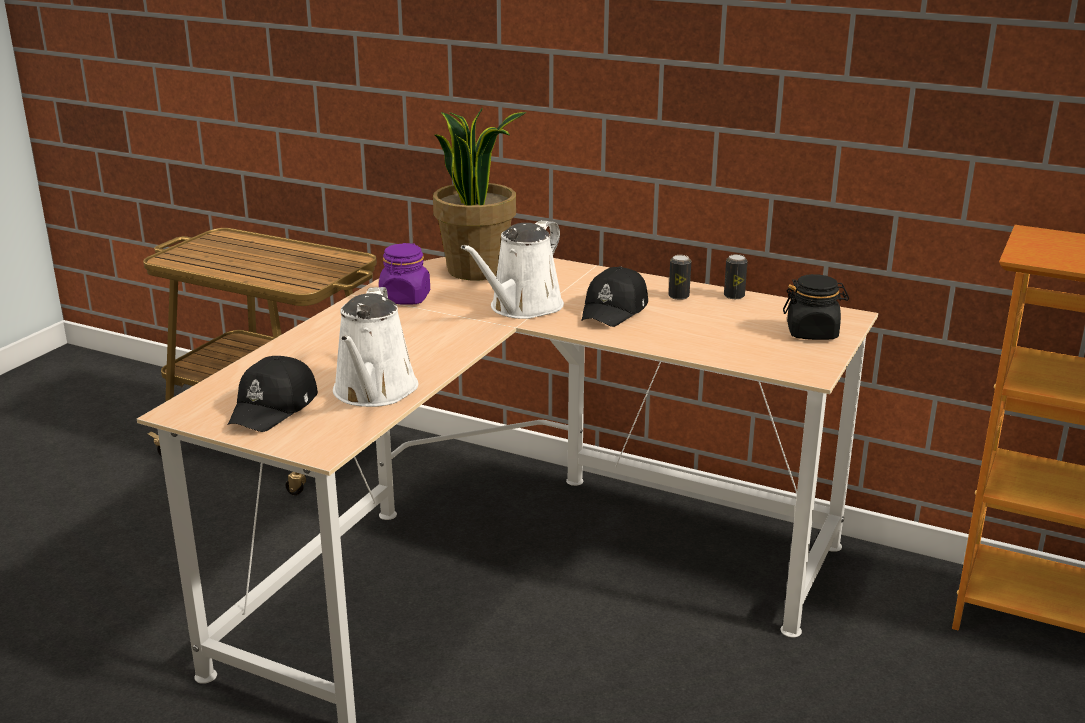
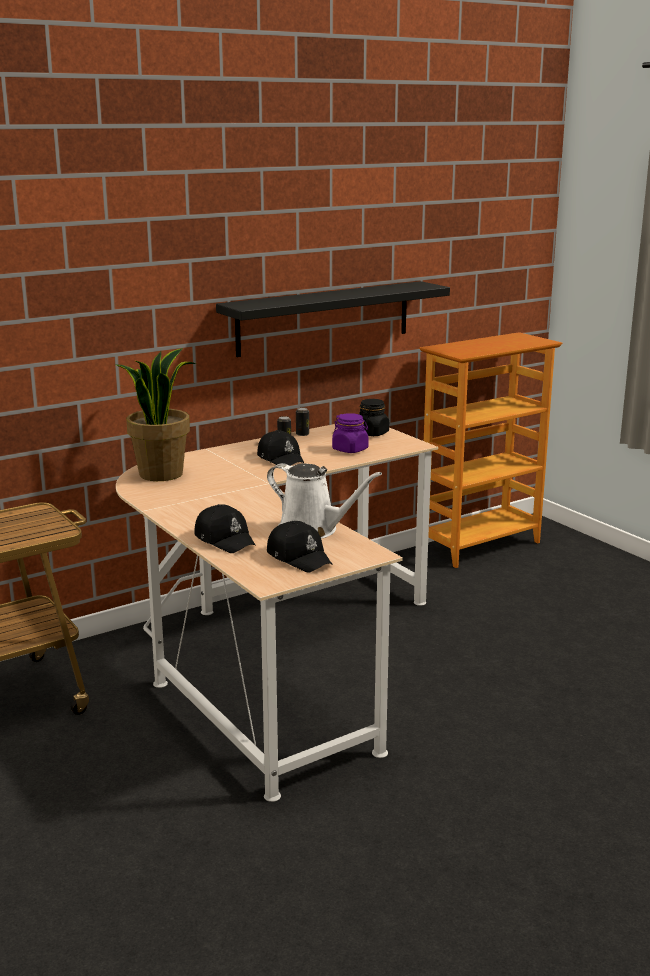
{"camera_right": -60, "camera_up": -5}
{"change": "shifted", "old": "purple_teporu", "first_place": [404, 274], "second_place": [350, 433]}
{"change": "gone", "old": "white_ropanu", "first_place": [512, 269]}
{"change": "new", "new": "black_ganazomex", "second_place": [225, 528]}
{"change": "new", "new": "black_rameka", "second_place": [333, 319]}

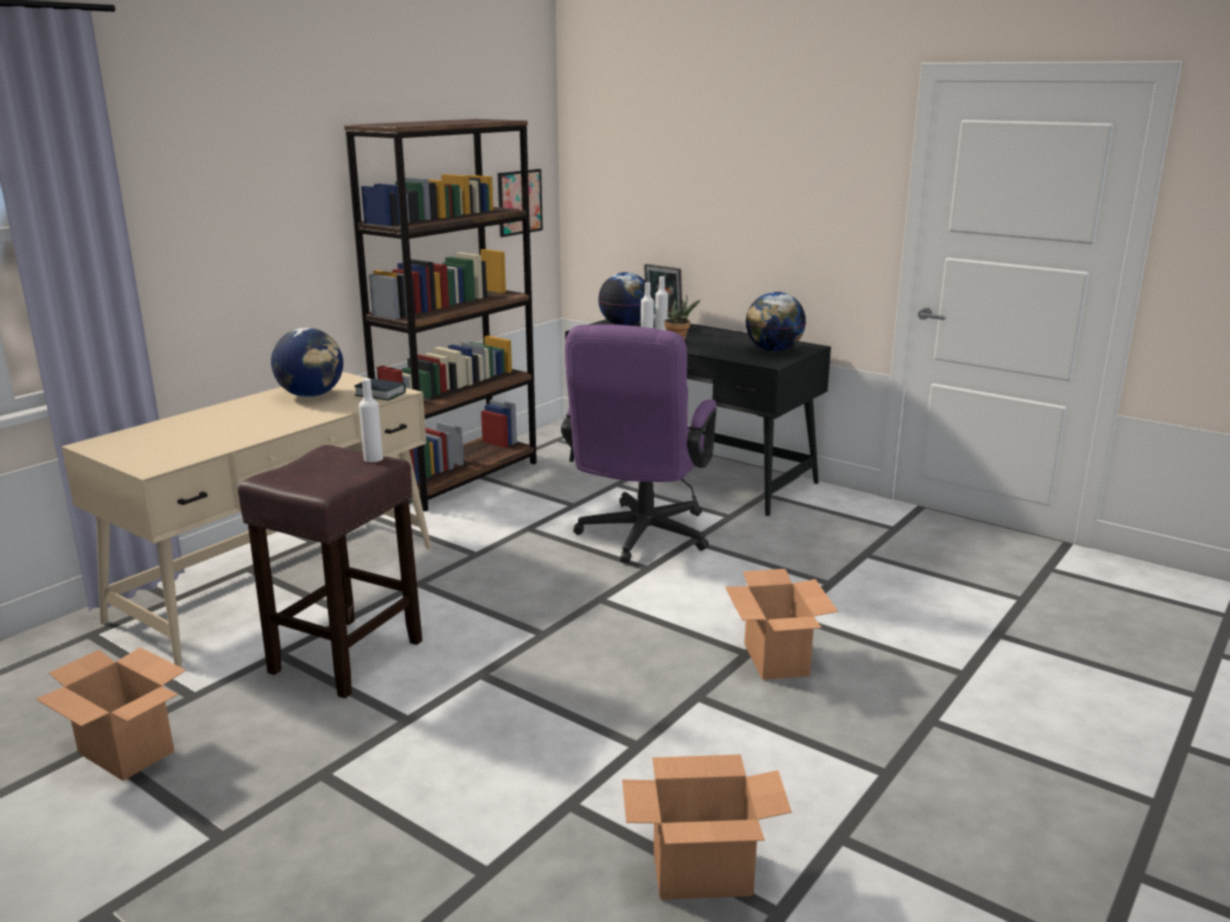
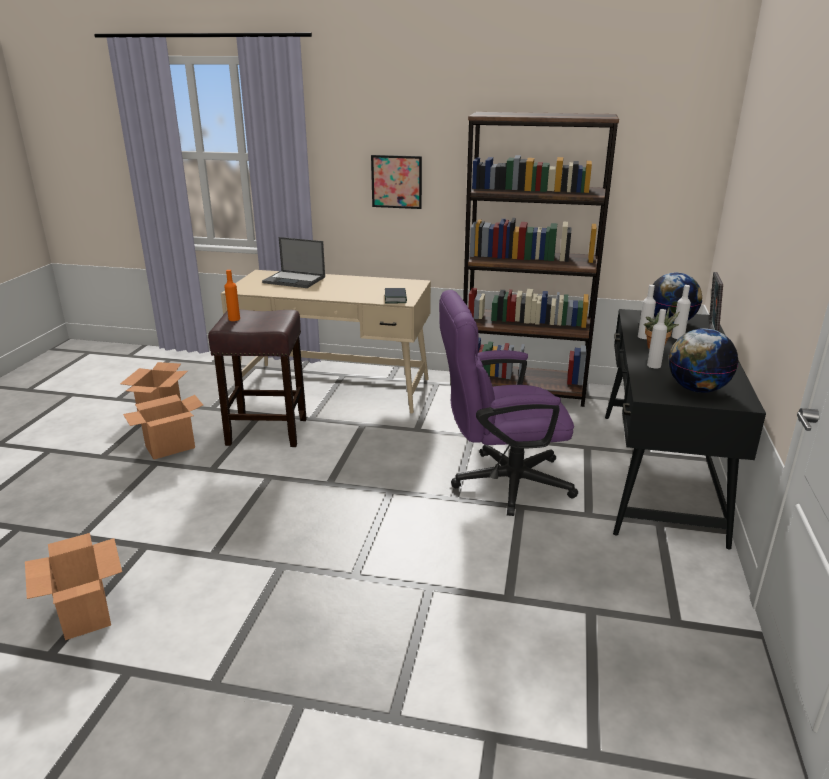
{"camera_right": 65, "camera_up": 5}
{"change": "gone", "old": "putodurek", "first_place": [307, 362]}
{"change": "shifted", "old": "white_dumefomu", "first_place": [371, 420], "second_place": [657, 339]}
{"change": "shifted", "old": "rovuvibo", "first_place": [520, 203], "second_place": [396, 182]}
{"change": "shifted", "old": "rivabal", "first_place": [781, 624], "second_place": [163, 426]}
{"change": "new", "new": "orange_dumefomu", "second_place": [232, 295]}
{"change": "new", "new": "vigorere", "second_place": [293, 262]}

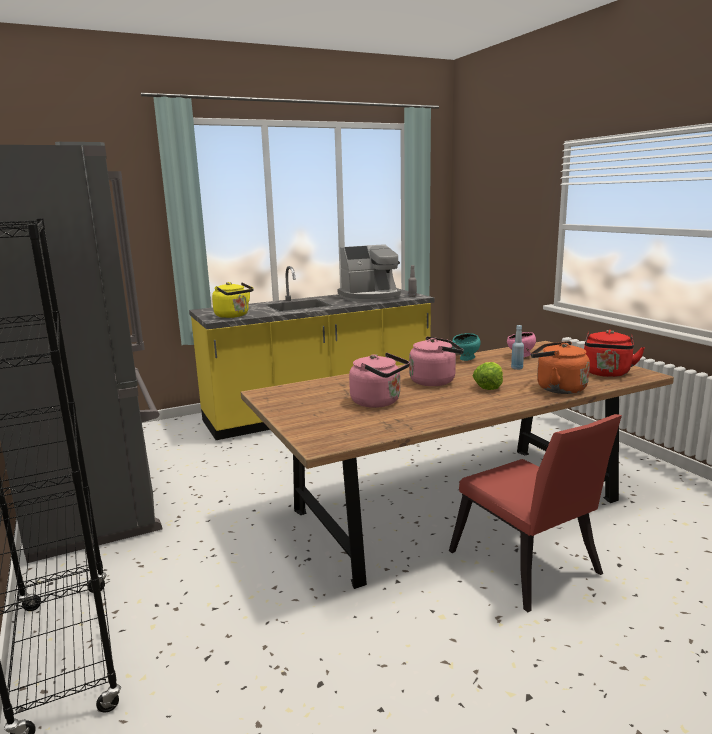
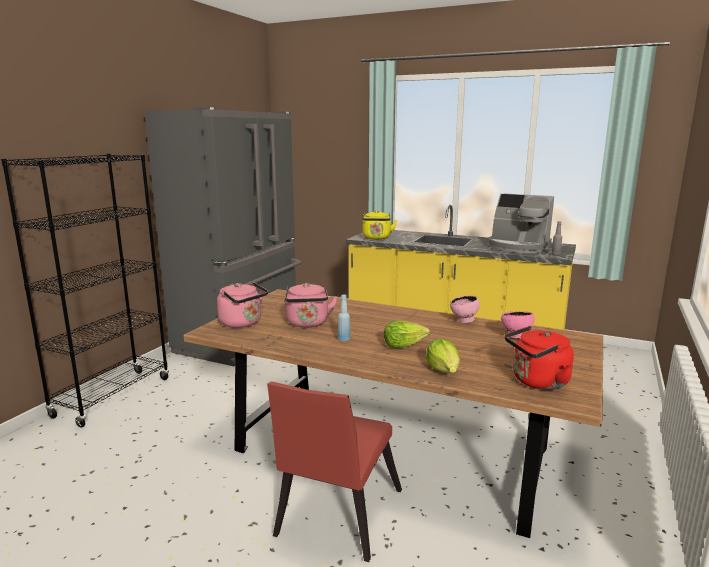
{"camera_right": 50, "camera_up": 0}
{"change": "shifted", "old": "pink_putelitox", "first_place": [436, 361], "second_place": [242, 305]}
{"change": "repainted", "old": "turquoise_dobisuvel", "new": "pink_dobisuvel", "first_place": [466, 347], "second_place": [465, 309]}
{"change": "shifted", "old": "blue_dumefomu", "first_place": [517, 347], "second_place": [344, 318]}
{"change": "swapped", "old": "orange_putelitox", "new": "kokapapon", "first_place": [560, 367], "second_place": [443, 355]}

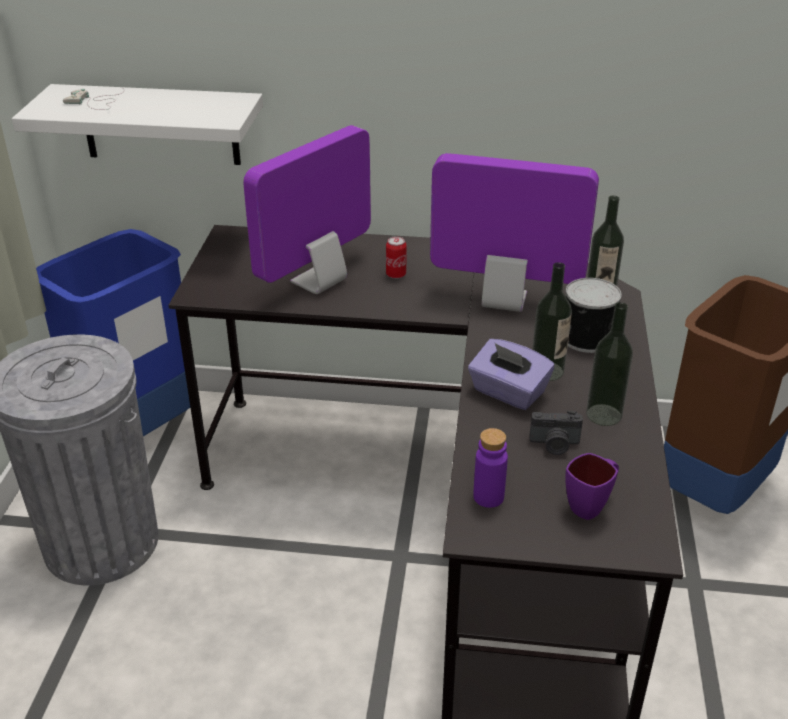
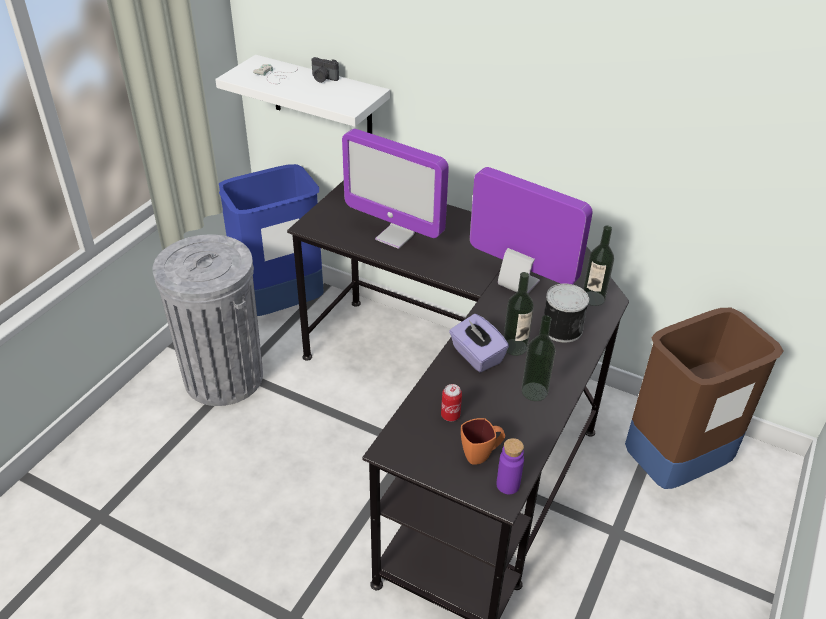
{"camera_right": 20, "camera_up": 5}
{"change": "rotated", "old": "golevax", "first_place": [307, 209], "second_place": [395, 189], "degrees": -120}
{"change": "shifted", "old": "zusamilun", "first_place": [396, 257], "second_place": [451, 402]}
{"change": "shifted", "old": "purple_dumefomu", "first_place": [490, 468], "second_place": [510, 466]}
{"change": "shifted", "old": "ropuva", "first_place": [556, 433], "second_place": [325, 70]}
{"change": "repainted", "old": "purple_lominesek", "new": "orange_lominesek", "first_place": [592, 486], "second_place": [483, 441]}

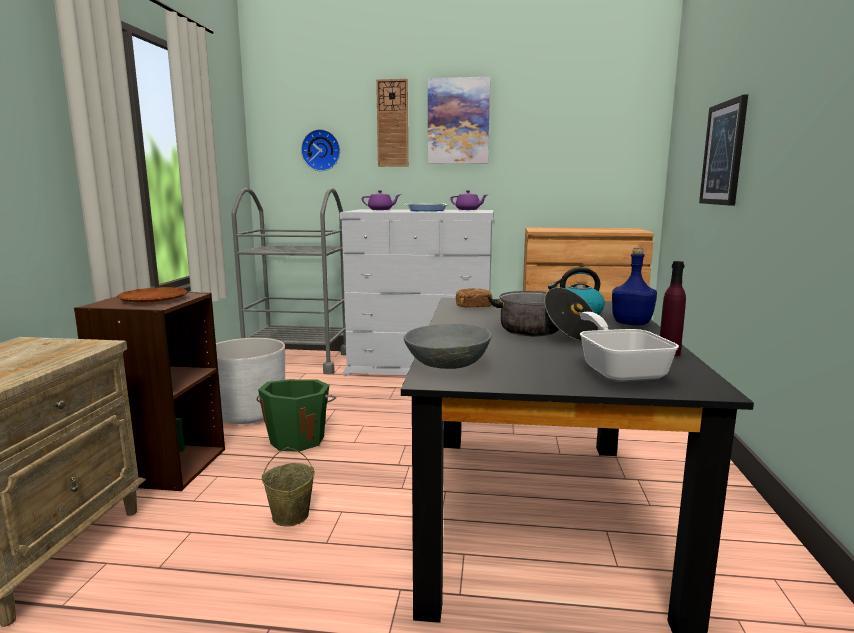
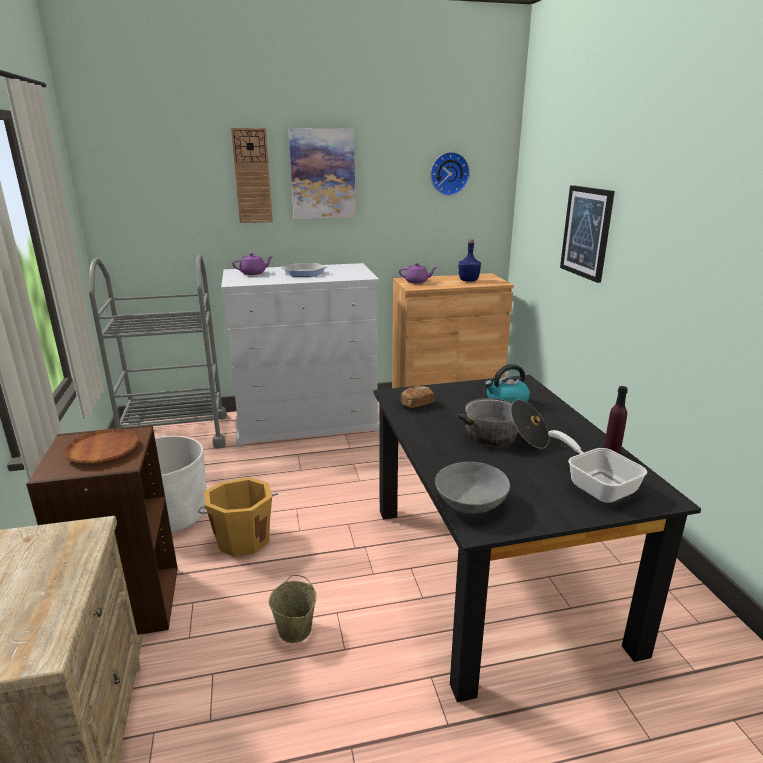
{"camera_right": -20, "camera_up": 10}
{"change": "repainted", "old": "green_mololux", "new": "orange_mololux", "first_place": [296, 415], "second_place": [238, 517]}
{"change": "shifted", "old": "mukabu", "first_place": [320, 150], "second_place": [450, 174]}
{"change": "shifted", "old": "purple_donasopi", "first_place": [468, 200], "second_place": [418, 273]}
{"change": "shifted", "old": "blue_dumefomu", "first_place": [634, 286], "second_place": [470, 260]}

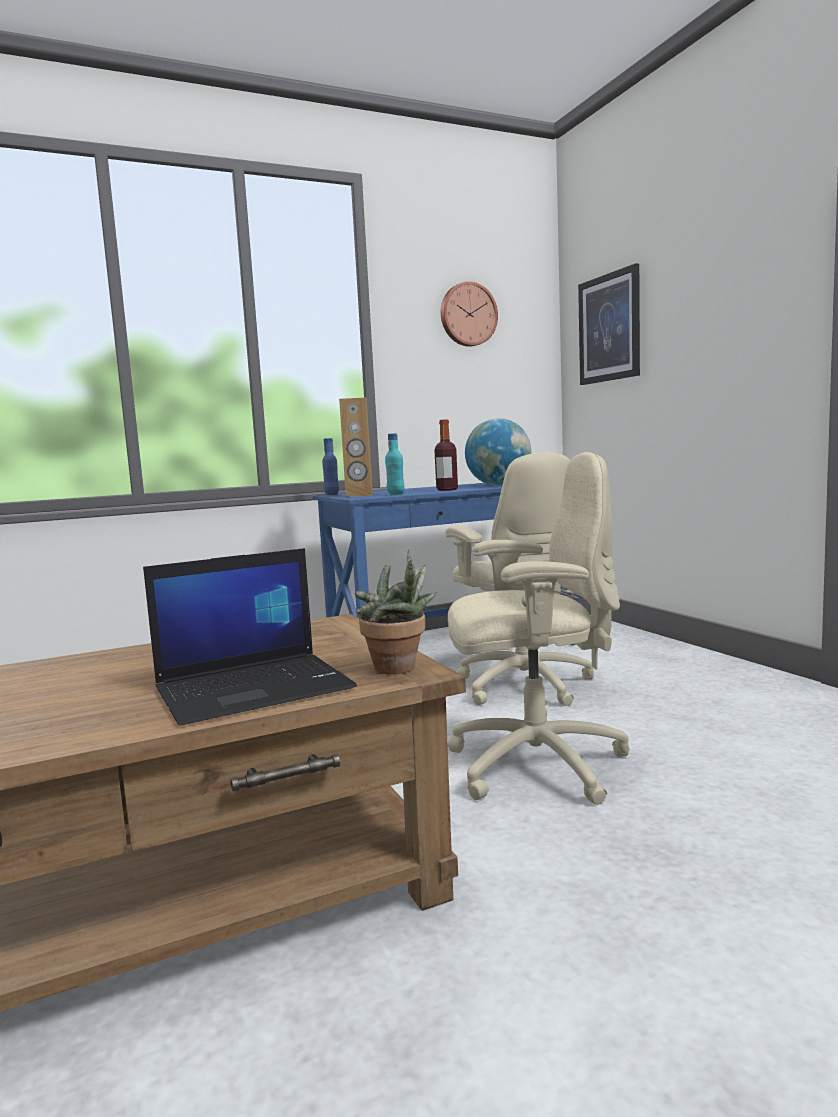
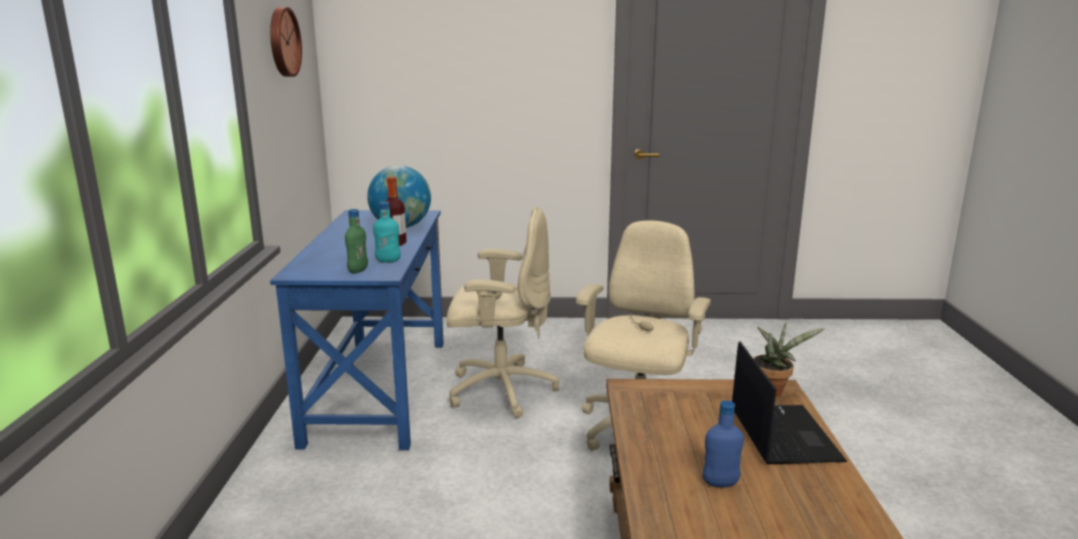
{"camera_right": -65, "camera_up": 10}
{"change": "shifted", "old": "blue_dumefomu", "first_place": [330, 466], "second_place": [723, 443]}
{"change": "swapped", "old": "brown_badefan", "new": "green_dumefomu", "first_place": [356, 447], "second_place": [356, 241]}
{"change": "gone", "old": "rovuvibo", "first_place": [609, 324]}

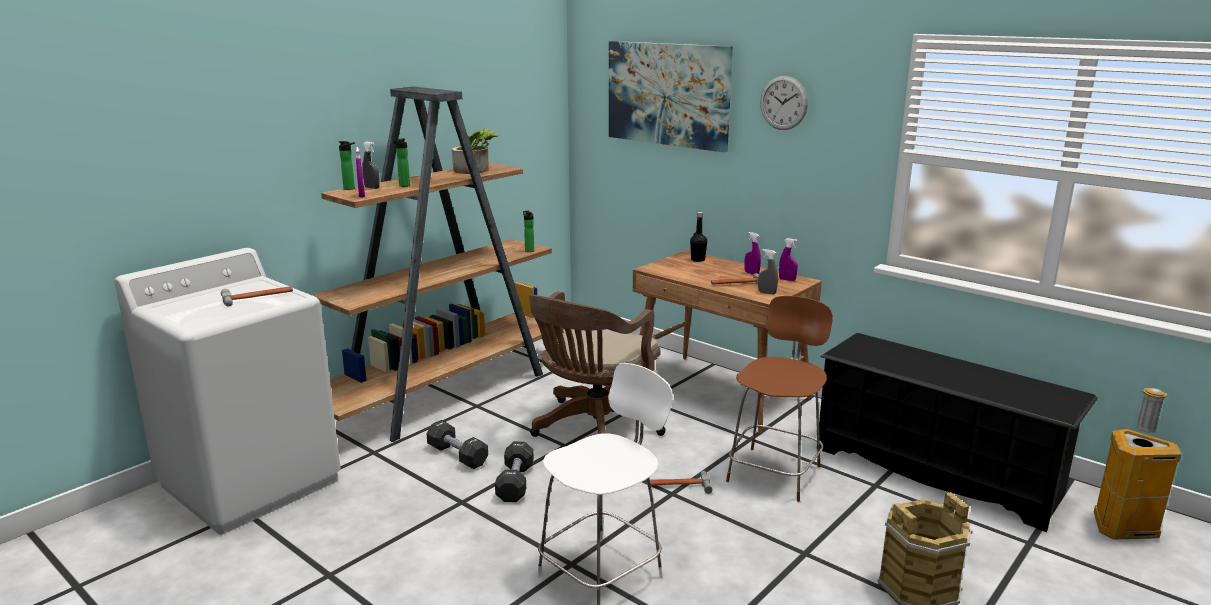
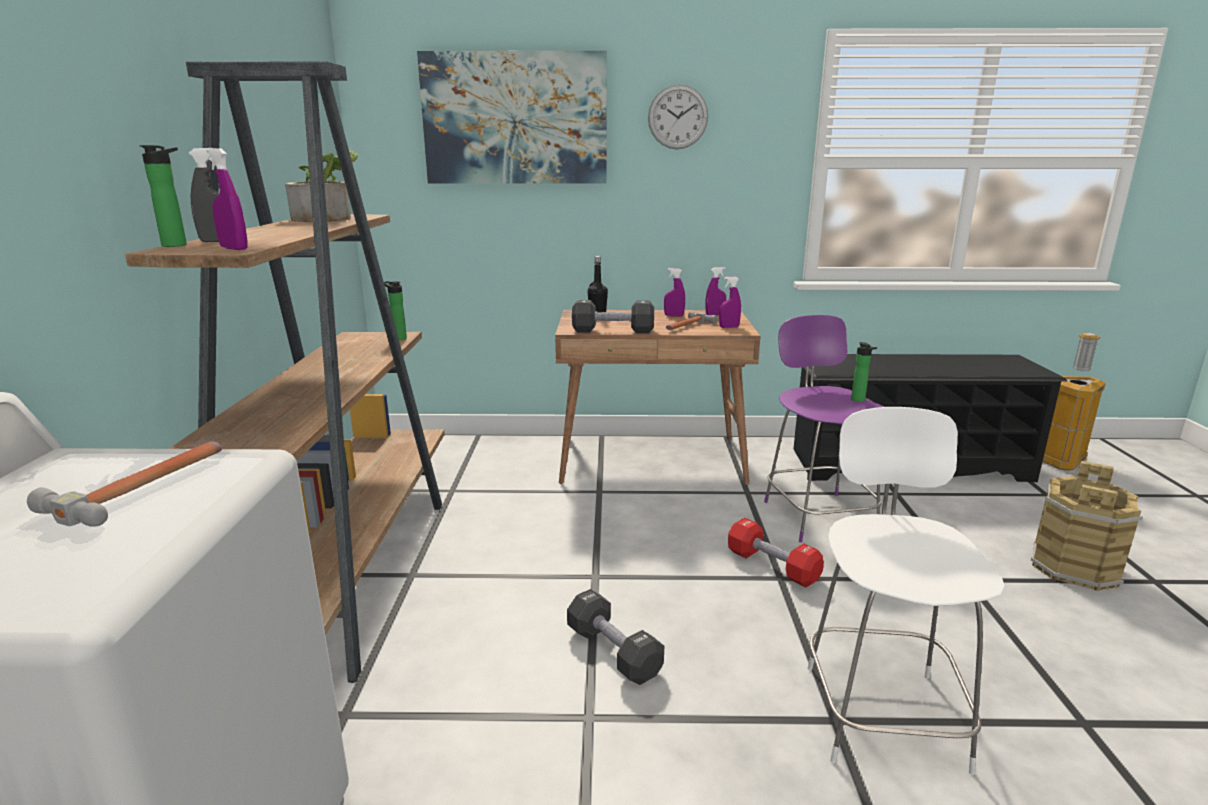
{"camera_right": -40, "camera_up": 0}
{"change": "shifted", "old": "dumefomu", "first_place": [401, 162], "second_place": [864, 372]}
{"change": "shifted", "old": "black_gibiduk", "first_place": [457, 444], "second_place": [613, 316]}
{"change": "gone", "old": "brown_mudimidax", "first_place": [597, 364]}
{"change": "swapped", "old": "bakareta", "new": "red_gibiduk", "first_place": [681, 482], "second_place": [776, 552]}
{"change": "repainted", "old": "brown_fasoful", "new": "purple_fasoful", "first_place": [779, 399], "second_place": [824, 429]}
{"change": "repainted", "old": "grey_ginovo", "new": "purple_ginovo", "first_place": [768, 271], "second_place": [730, 302]}

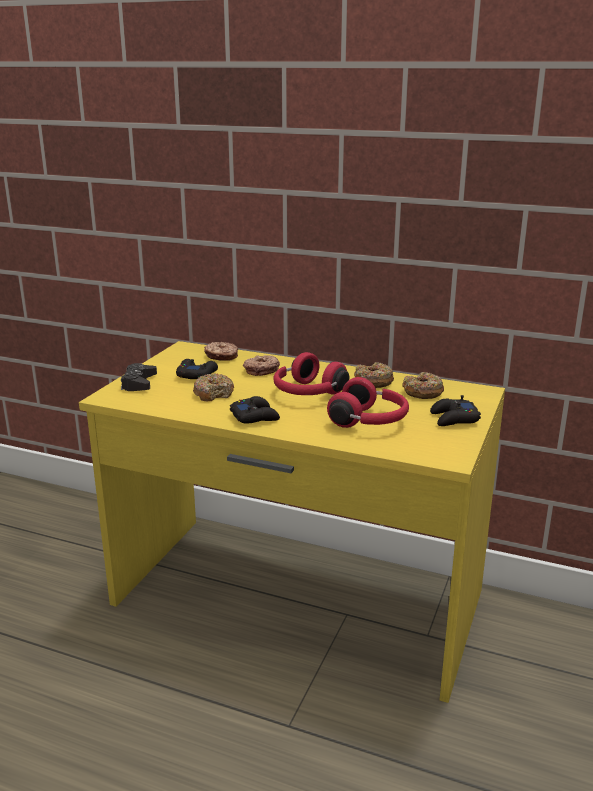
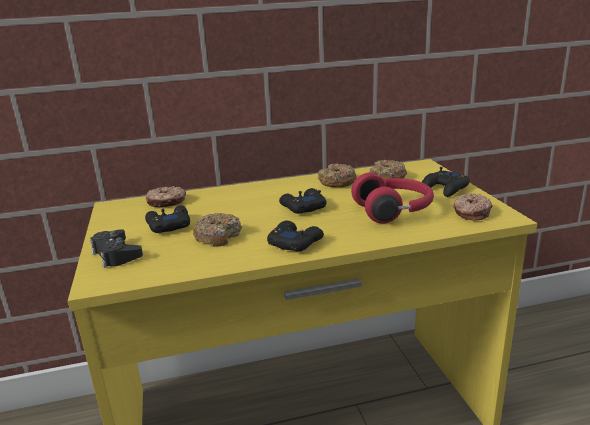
{"camera_right": -35, "camera_up": 0}
{"change": "shifted", "old": "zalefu", "first_place": [261, 365], "second_place": [473, 207]}
{"change": "swapped", "old": "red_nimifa", "new": "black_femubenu", "first_place": [311, 373], "second_place": [303, 201]}

